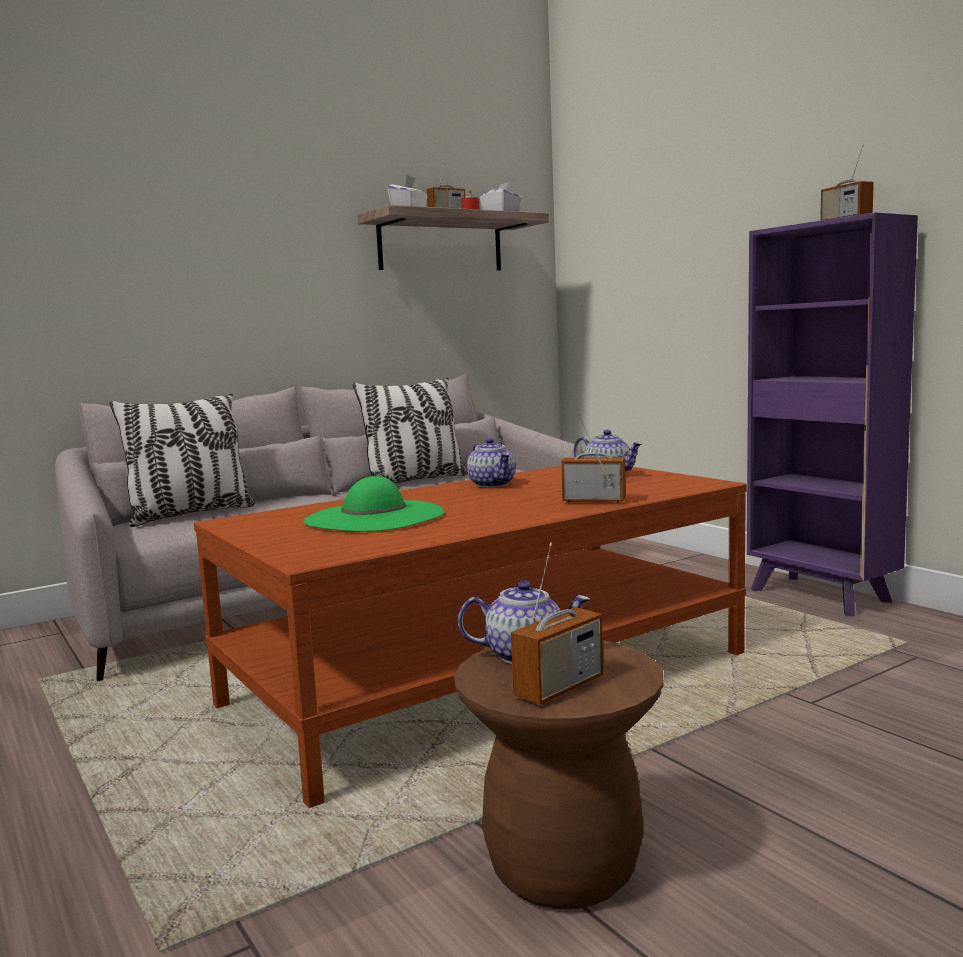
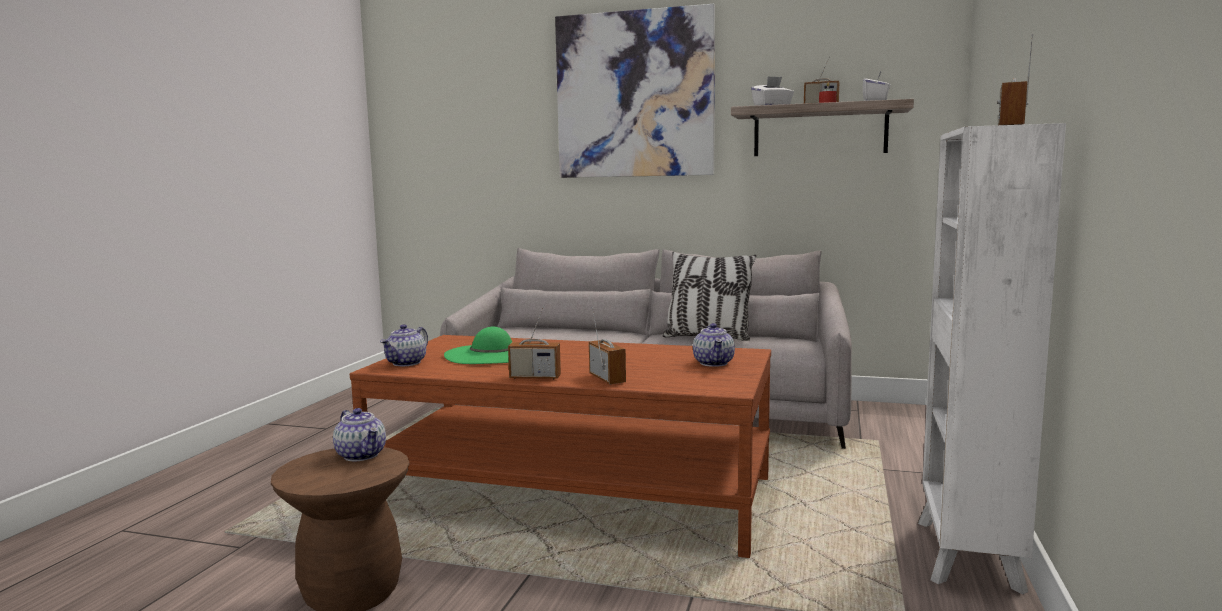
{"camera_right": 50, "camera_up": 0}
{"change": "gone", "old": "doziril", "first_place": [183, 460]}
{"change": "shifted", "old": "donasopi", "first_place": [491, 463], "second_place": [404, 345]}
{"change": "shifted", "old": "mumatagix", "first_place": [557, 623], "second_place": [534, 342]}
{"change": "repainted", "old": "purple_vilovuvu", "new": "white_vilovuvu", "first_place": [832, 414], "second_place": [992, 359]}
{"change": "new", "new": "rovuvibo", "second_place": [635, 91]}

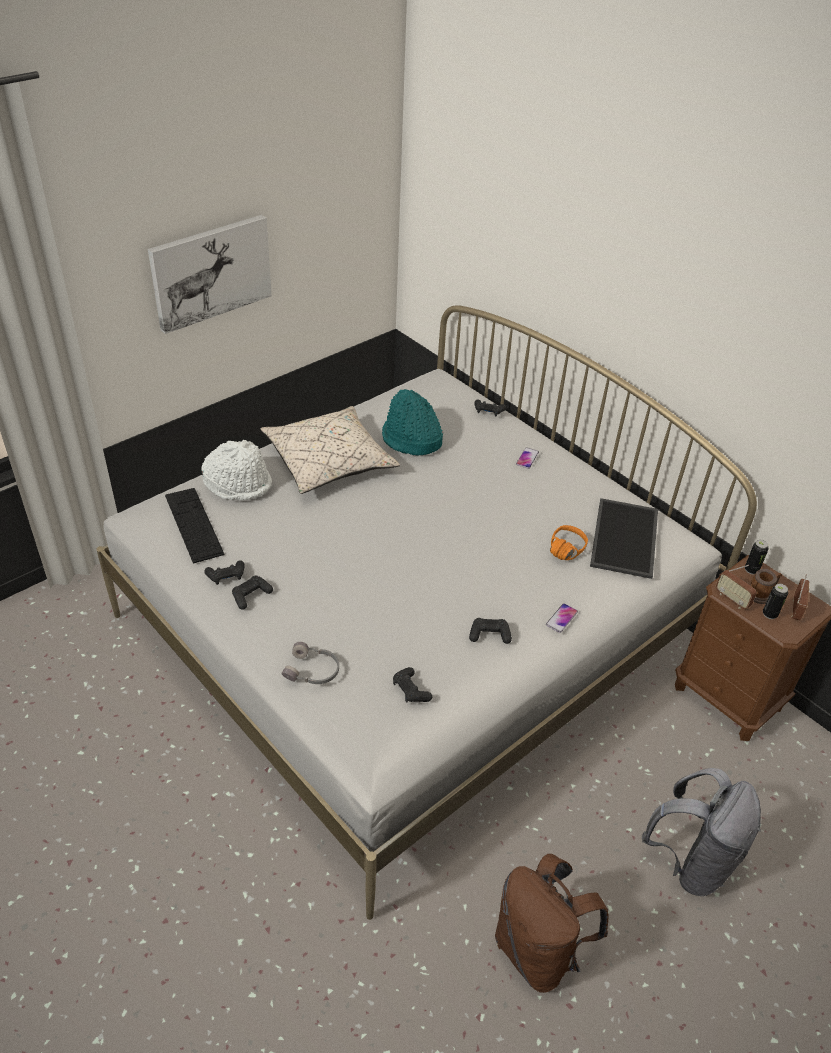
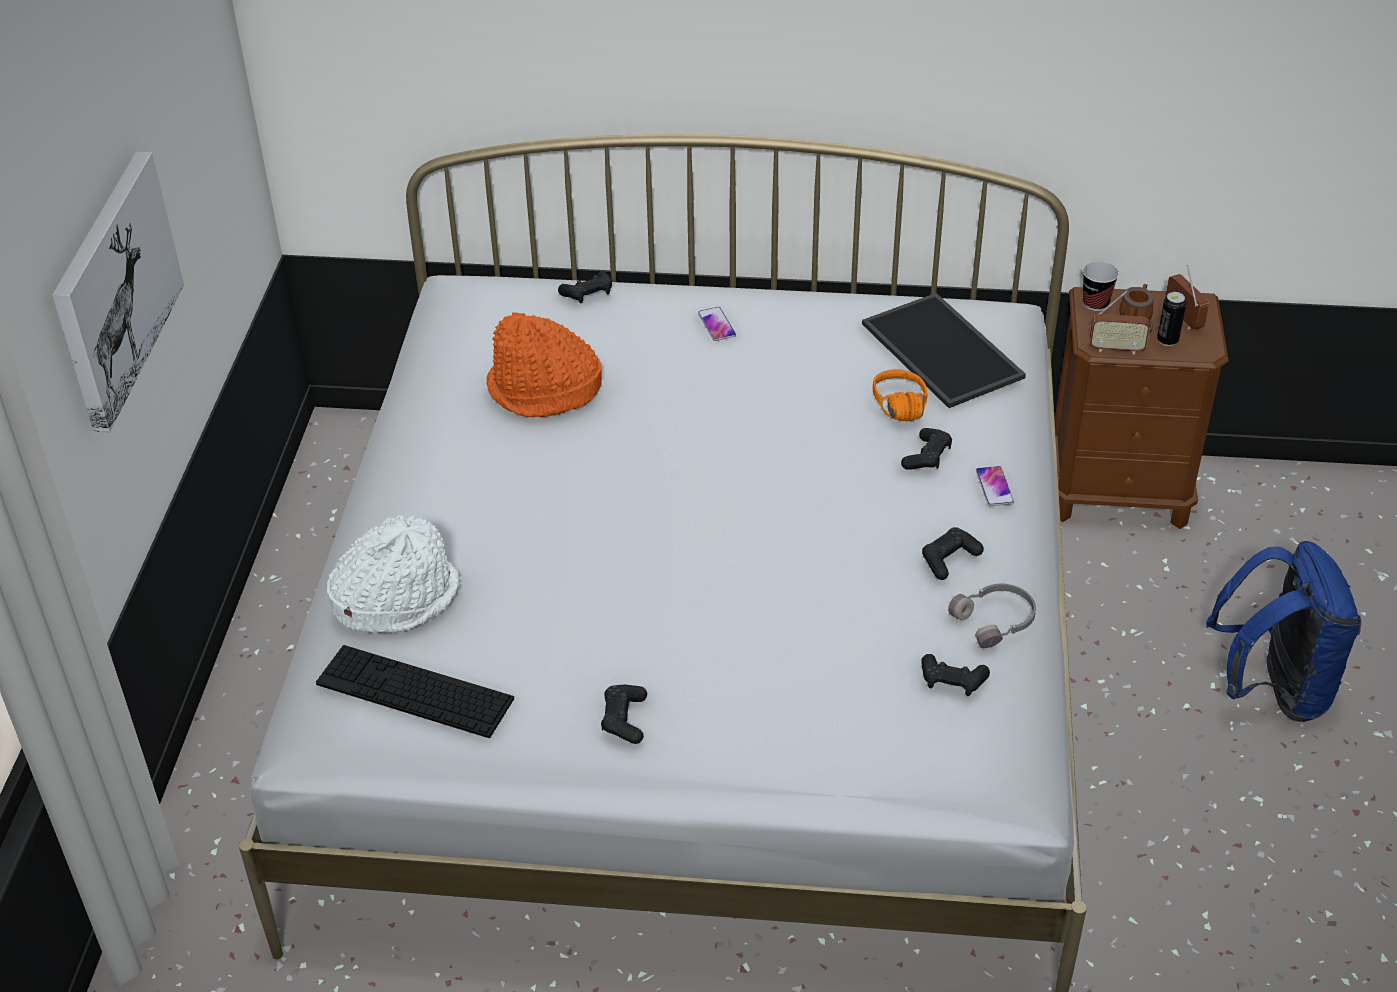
{"camera_right": -40, "camera_up": 0}
{"change": "shifted", "old": "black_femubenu", "first_place": [224, 573], "second_place": [926, 449]}
{"change": "gone", "old": "beige_doziril", "first_place": [330, 450]}
{"change": "shifted", "old": "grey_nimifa", "first_place": [310, 663], "second_place": [992, 616]}
{"change": "repainted", "old": "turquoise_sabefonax", "new": "orange_sabefonax", "first_place": [412, 422], "second_place": [544, 364]}
{"change": "gone", "old": "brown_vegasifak", "first_place": [551, 923]}
{"change": "repainted", "old": "grey_vegasifak", "new": "blue_vegasifak", "first_place": [701, 832], "second_place": [1283, 631]}
{"change": "swapped", "old": "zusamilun", "new": "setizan", "first_place": [757, 557], "second_place": [1101, 286]}

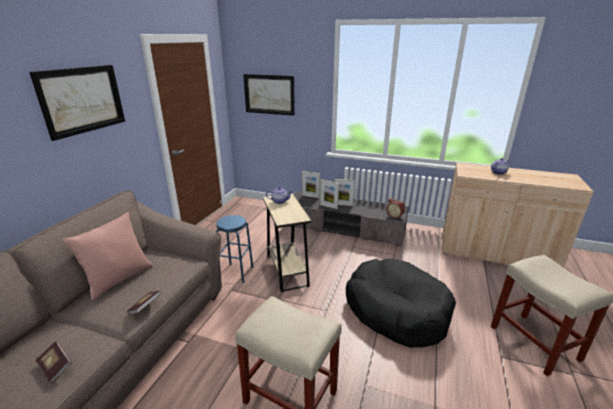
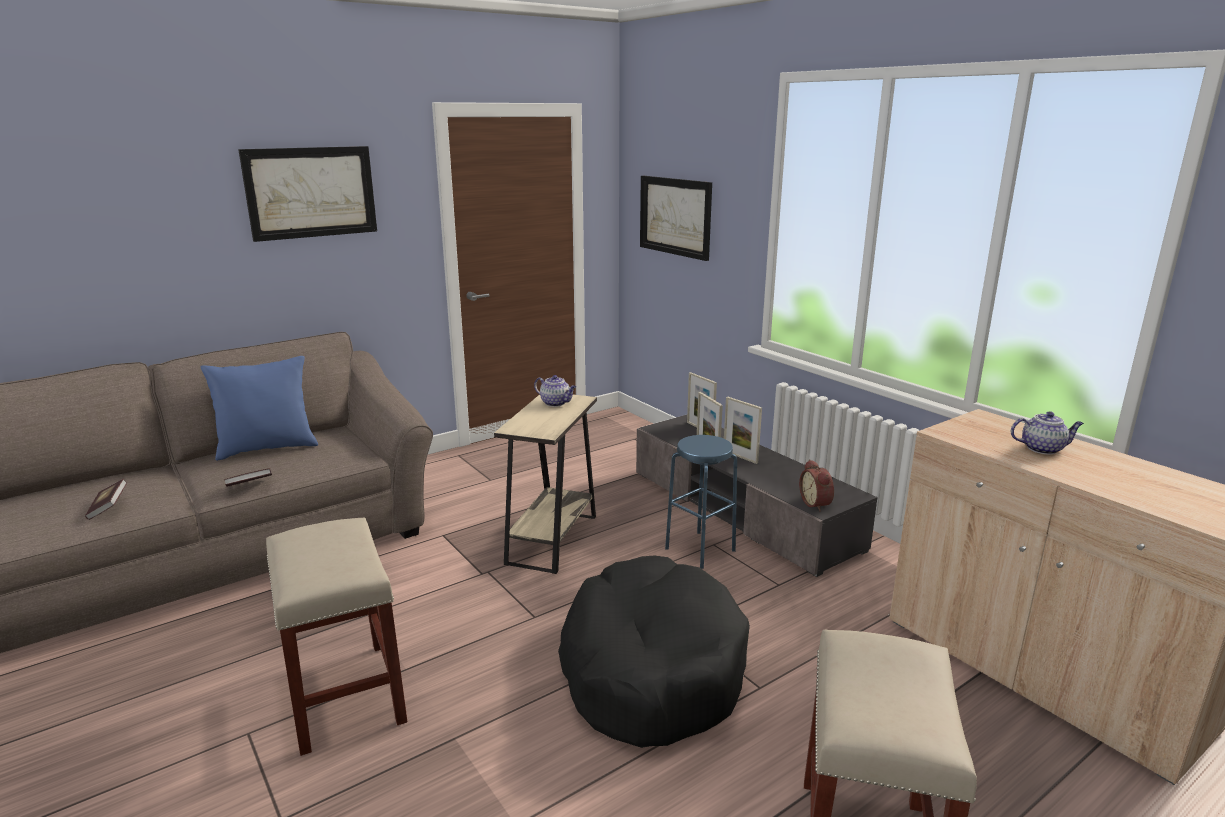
{"camera_right": 35, "camera_up": -5}
{"change": "repainted", "old": "pink_doziril", "new": "blue_doziril", "first_place": [107, 256], "second_place": [259, 408]}
{"change": "shifted", "old": "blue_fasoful", "first_place": [234, 249], "second_place": [701, 502]}

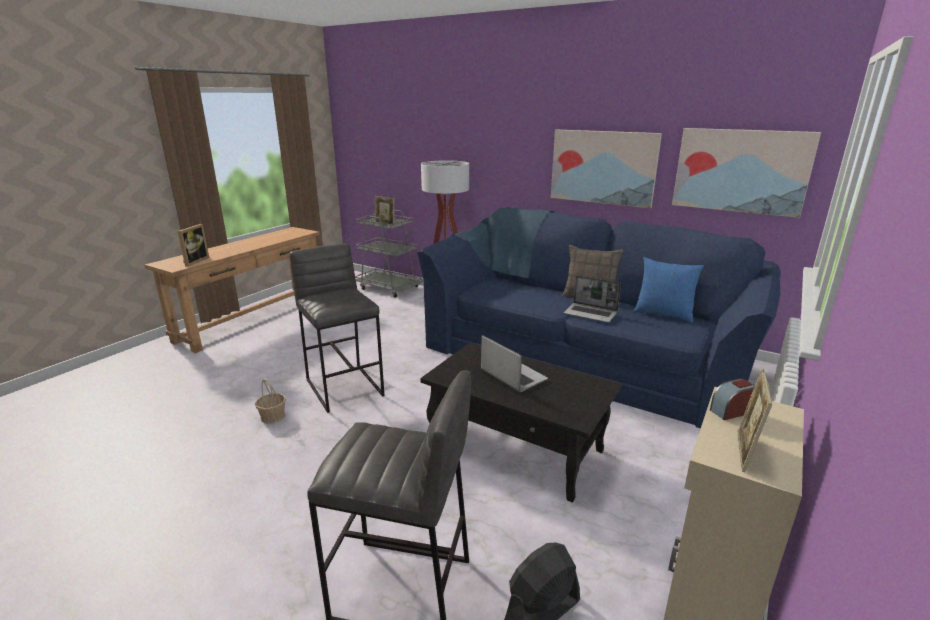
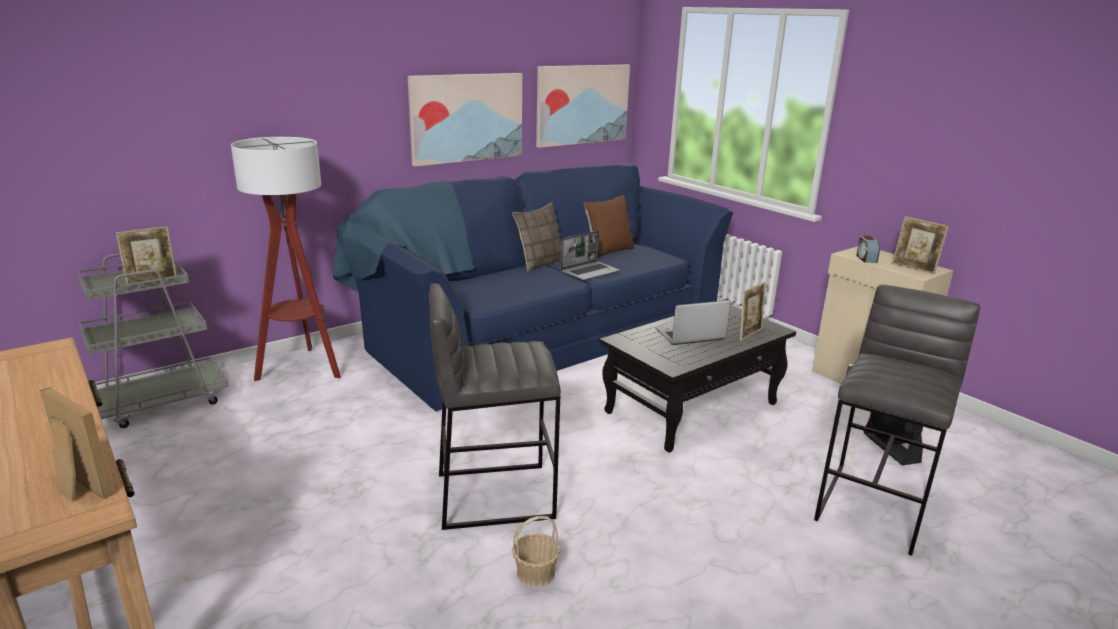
{"camera_right": -70, "camera_up": 0}
{"change": "repainted", "old": "blue_doziril", "new": "brown_doziril", "first_place": [668, 289], "second_place": [609, 226]}
{"change": "new", "new": "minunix", "second_place": [752, 311]}

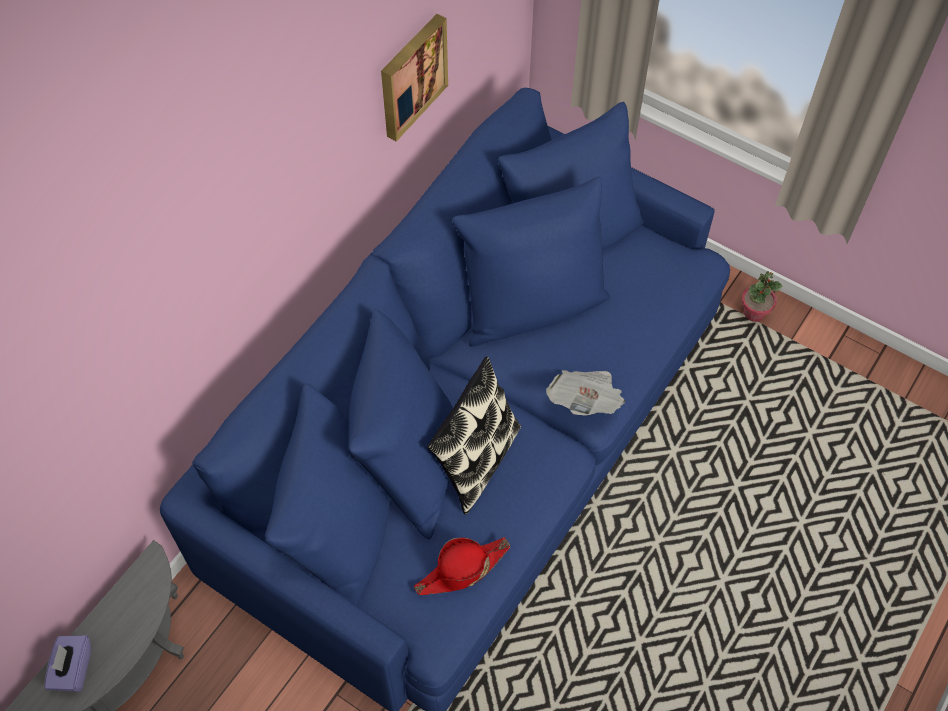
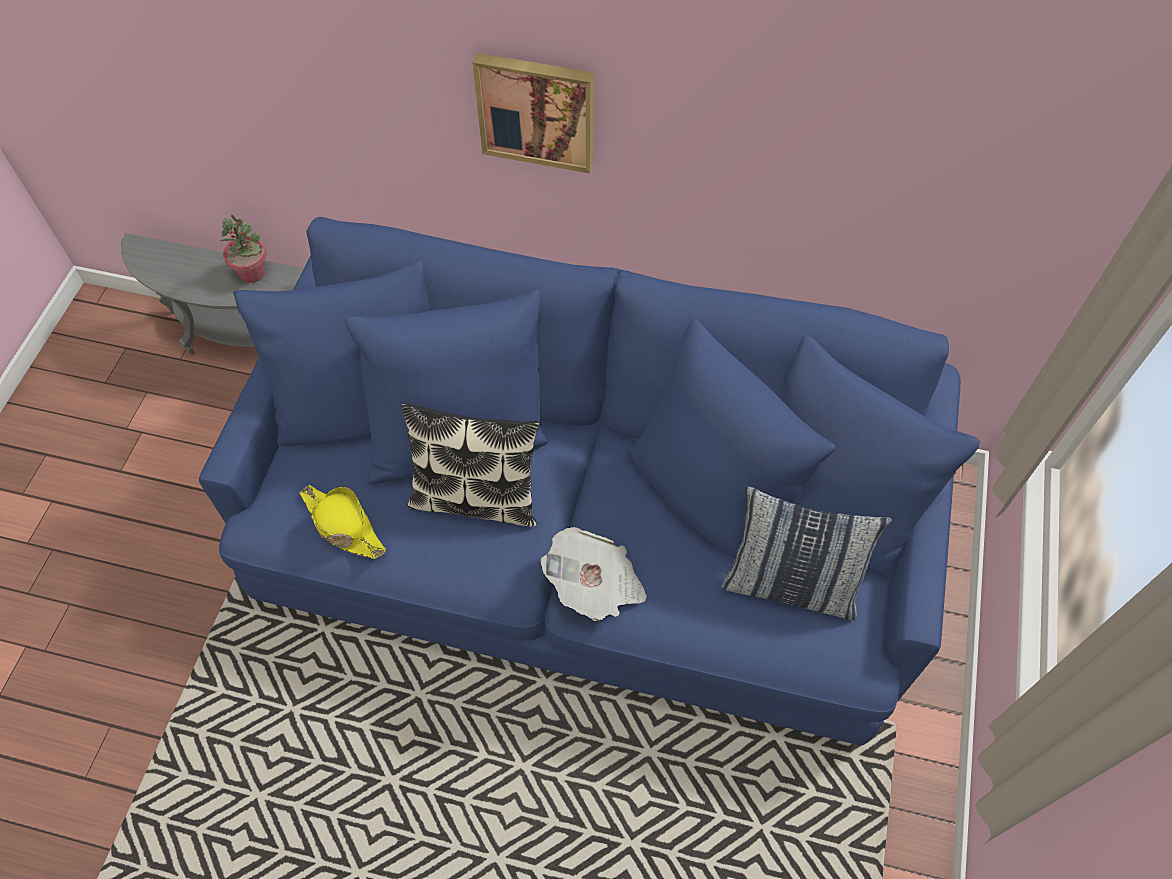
{"camera_right": 70, "camera_up": 0}
{"change": "gone", "old": "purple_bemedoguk", "first_place": [67, 663]}
{"change": "shifted", "old": "rovuvibo", "first_place": [414, 77], "second_place": [533, 113]}
{"change": "repainted", "old": "red_sabefonax", "new": "yellow_sabefonax", "first_place": [462, 566], "second_place": [343, 522]}
{"change": "shifted", "old": "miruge", "first_place": [761, 296], "second_place": [243, 248]}
{"change": "new", "new": "doziril", "second_place": [807, 553]}

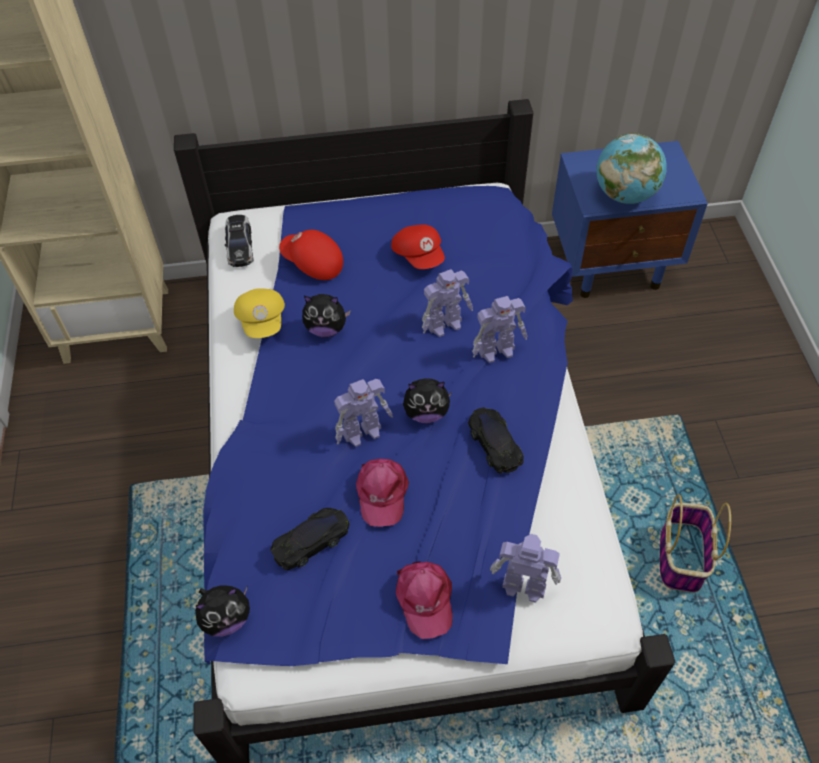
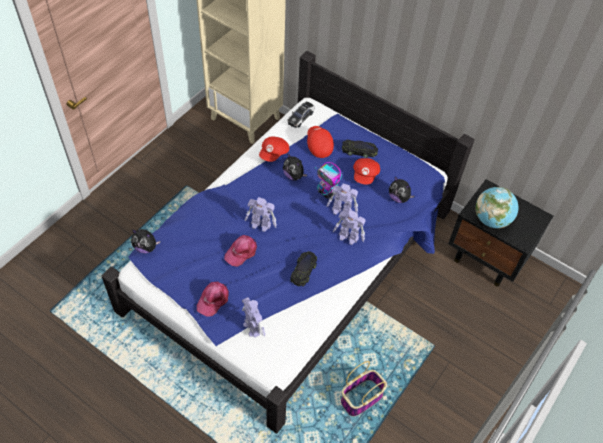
{"camera_right": 40, "camera_up": 0}
{"change": "repainted", "old": "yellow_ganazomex", "new": "red_ganazomex", "first_place": [259, 313], "second_place": [274, 149]}
{"change": "shifted", "old": "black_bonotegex", "first_place": [310, 539], "second_place": [360, 149]}
{"change": "shifted", "old": "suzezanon", "first_place": [427, 400], "second_place": [401, 190]}
{"change": "repainted", "old": "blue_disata", "new": "black_disata", "first_place": [630, 219], "second_place": [500, 232]}
{"change": "new", "new": "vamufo", "second_place": [328, 180]}

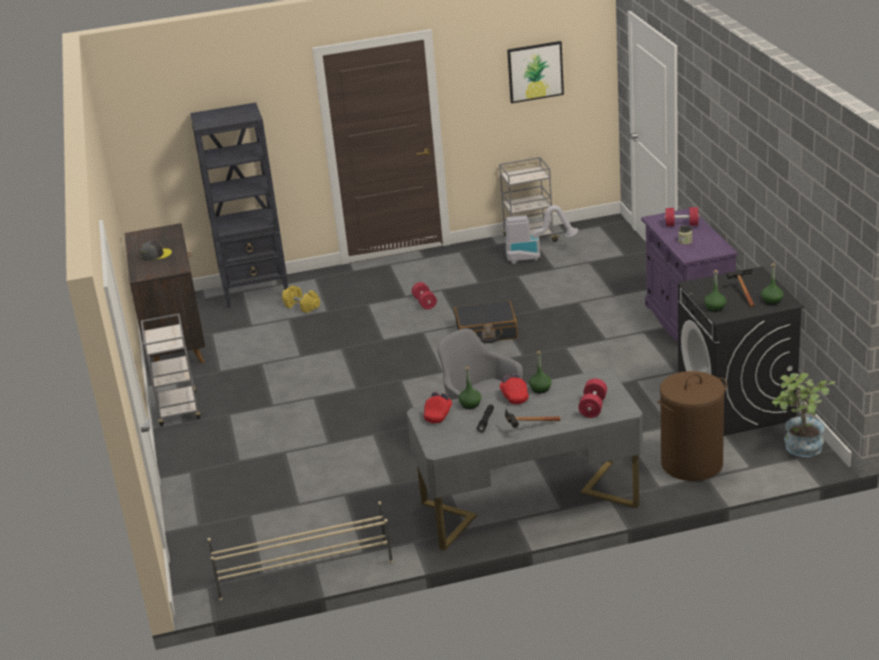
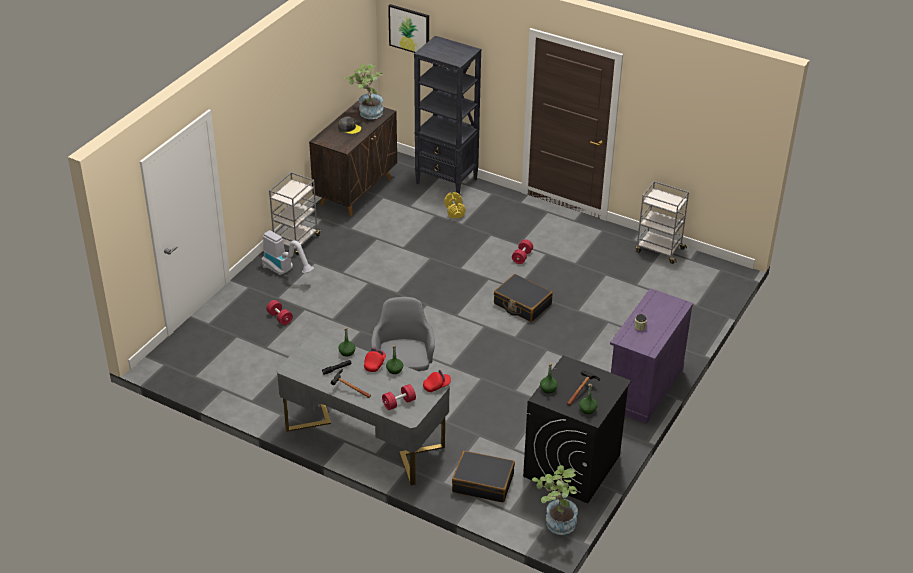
{"camera_right": 40, "camera_up": 10}
{"change": "gone", "old": "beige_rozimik", "first_place": [300, 551]}
{"change": "shifted", "old": "red_ganazomex", "first_place": [438, 407], "second_place": [437, 381]}
{"change": "shifted", "old": "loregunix", "first_place": [541, 234], "second_place": [288, 252]}
{"change": "shifted", "old": "rovuvibo", "first_place": [535, 72], "second_place": [408, 28]}
{"change": "swapped", "old": "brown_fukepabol", "new": "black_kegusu", "first_place": [692, 426], "second_place": [483, 476]}
{"change": "shifted", "old": "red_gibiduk", "first_place": [682, 216], "second_place": [279, 312]}
{"change": "new", "new": "miruge", "second_place": [364, 91]}

